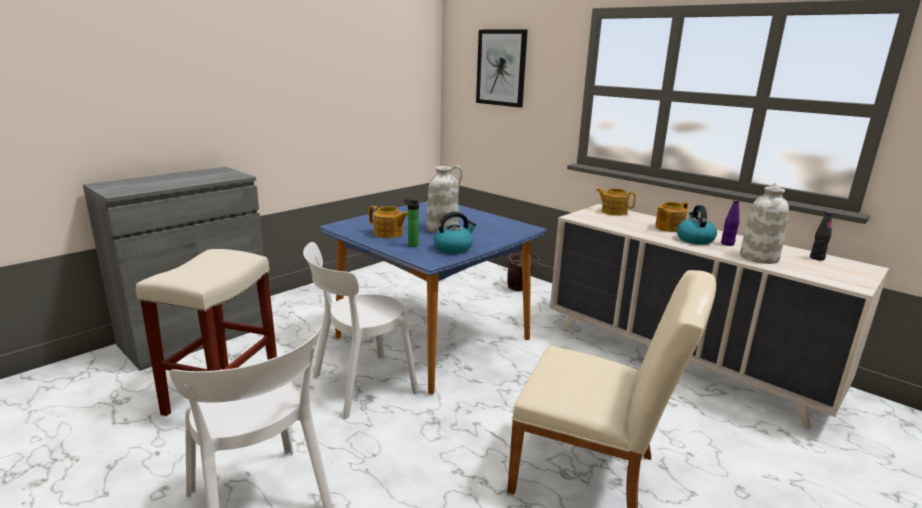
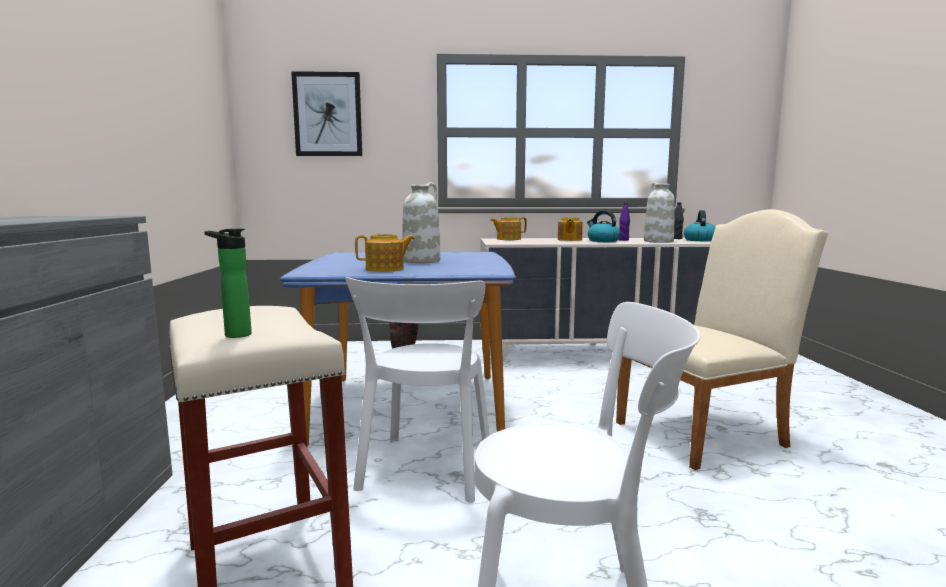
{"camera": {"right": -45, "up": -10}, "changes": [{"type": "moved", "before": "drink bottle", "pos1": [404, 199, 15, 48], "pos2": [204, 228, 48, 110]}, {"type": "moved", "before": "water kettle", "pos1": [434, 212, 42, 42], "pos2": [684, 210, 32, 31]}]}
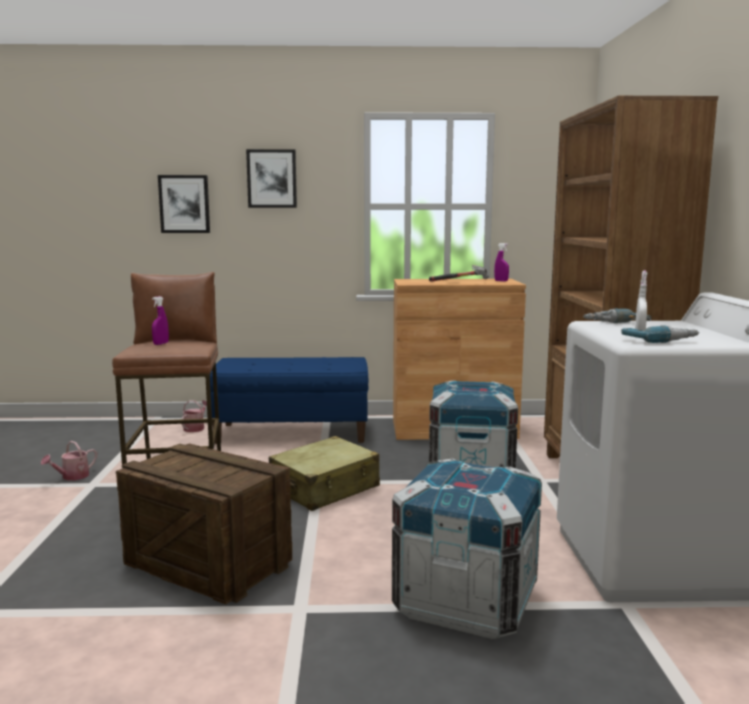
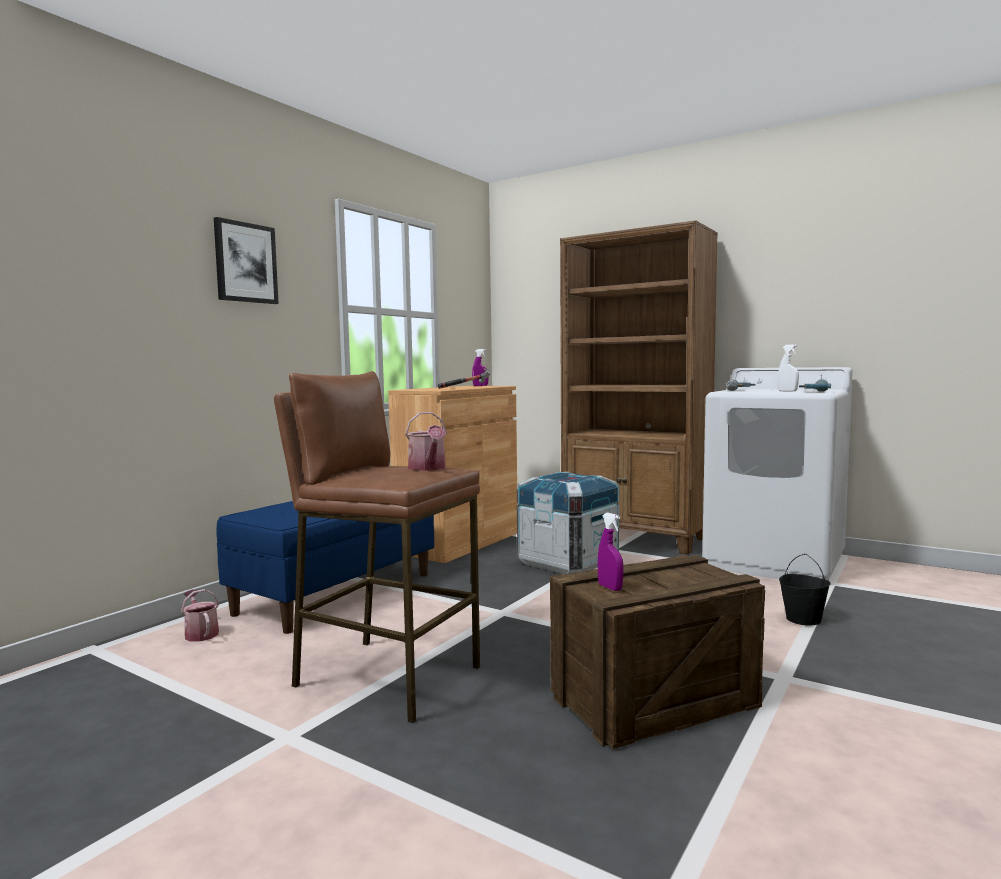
{"camera": {"right": -55, "up": -5}, "changes": [{"type": "removed", "before": "picture", "pos1": [158, 175, 52, 58]}, {"type": "removed", "before": "sand-coloured piece of luggage", "pos1": [269, 436, 111, 75]}, {"type": "moved", "before": "watering can", "pos1": [41, 441, 56, 39], "pos2": [405, 412, 42, 59]}, {"type": "moved", "before": "purple sprayer", "pos1": [152, 296, 17, 49], "pos2": [598, 513, 26, 78]}, {"type": "replaced", "before": "packing crate", "after": "black water bucket", "pos1": [392, 458, 150, 181], "pos2": [779, 554, 52, 71]}]}
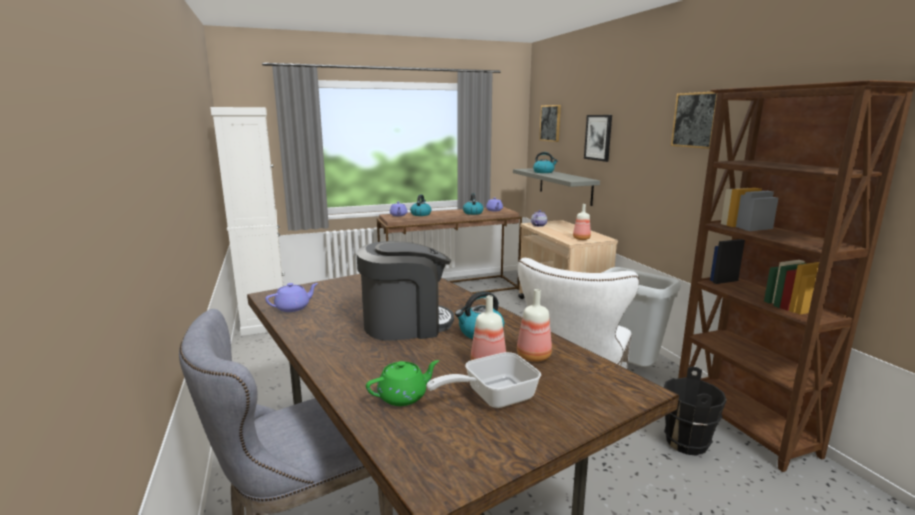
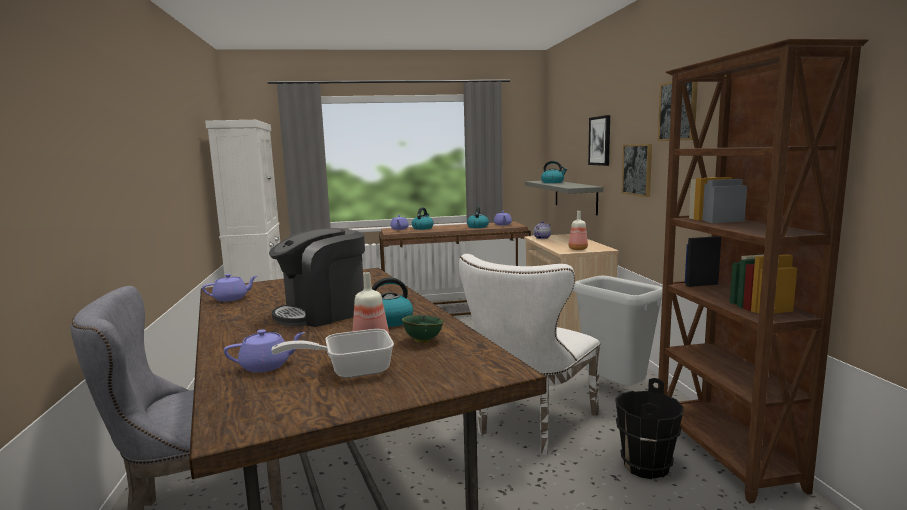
{"camera": {"right": 10, "up": -5}, "changes": [{"type": "moved", "before": "picture", "pos1": [539, 105, 22, 37], "pos2": [622, 144, 30, 53]}, {"type": "replaced", "before": "drink bottle", "after": "green serving bowl", "pos1": [517, 289, 35, 73], "pos2": [402, 315, 42, 28]}, {"type": "recoloured", "before": "green teapot", "after": "purple teapot", "pos1": [366, 360, 73, 46], "pos2": [224, 329, 81, 44]}, {"type": "turned", "before": "coffee brewer", "pos1": [357, 241, 97, 100], "pos2": [269, 228, 96, 99], "turn": 150}]}
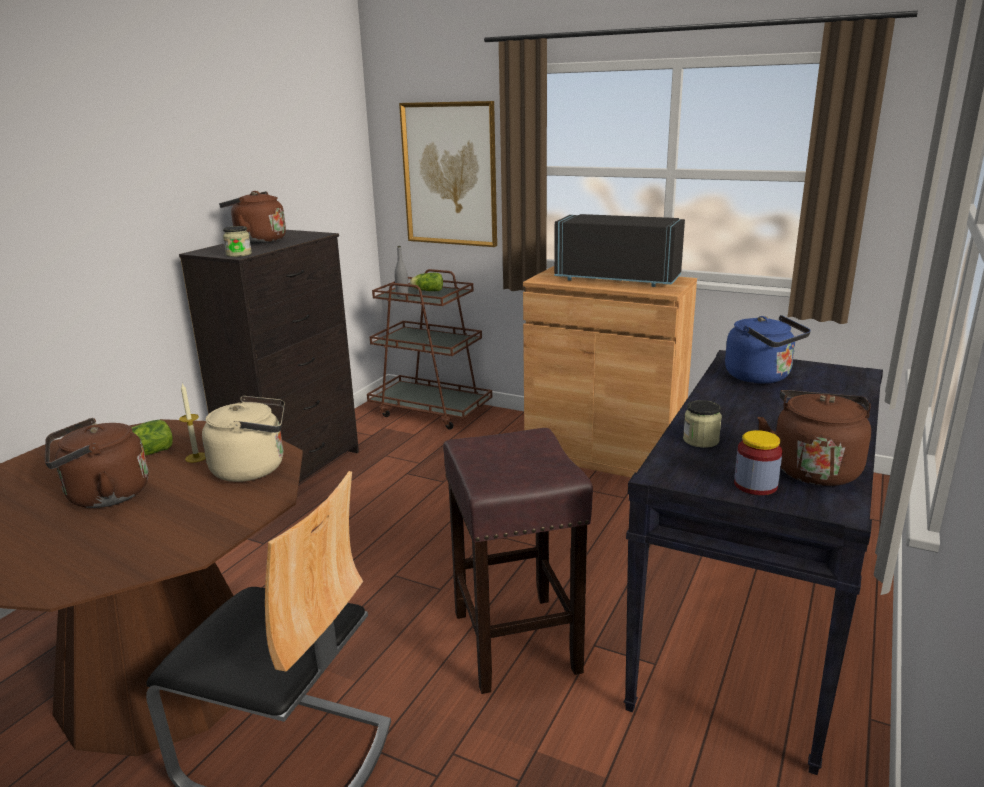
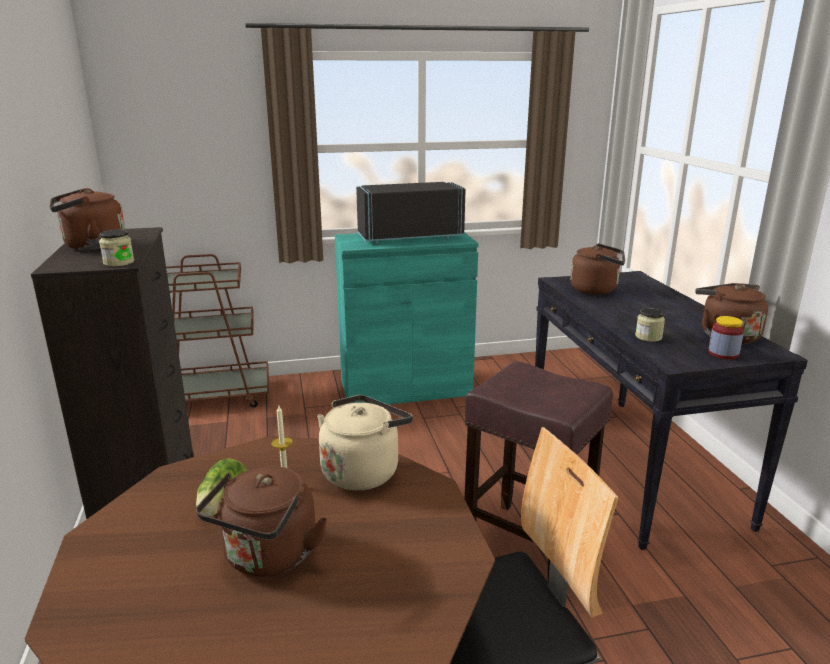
{"camera": {"right": -40, "up": 0}, "changes": [{"type": "removed", "before": "greyish drink bottle", "pos1": [394, 246, 15, 51]}, {"type": "removed", "before": "picture", "pos1": [399, 101, 98, 146]}, {"type": "removed", "before": "lettuce", "pos1": [410, 273, 33, 18]}, {"type": "recoloured", "before": "brownish cabinet", "after": "turquoise cabinet", "pos1": [523, 266, 174, 212], "pos2": [335, 232, 144, 172]}, {"type": "recoloured", "before": "blue water kettle", "after": "brownish water kettle", "pos1": [725, 315, 86, 69], "pos2": [570, 243, 55, 52]}]}
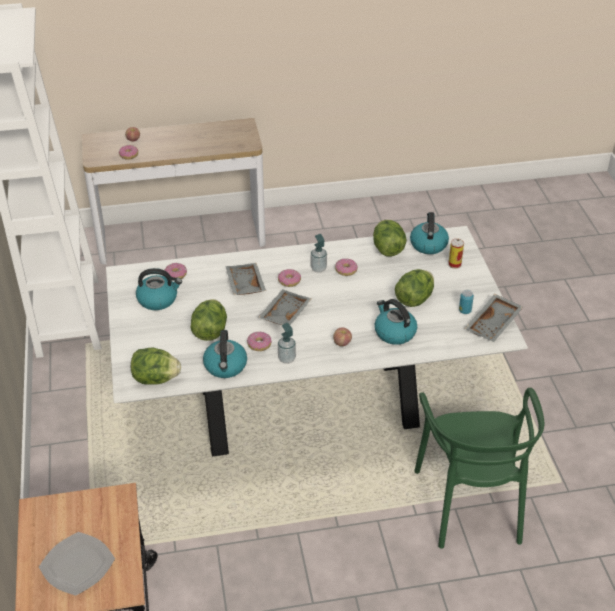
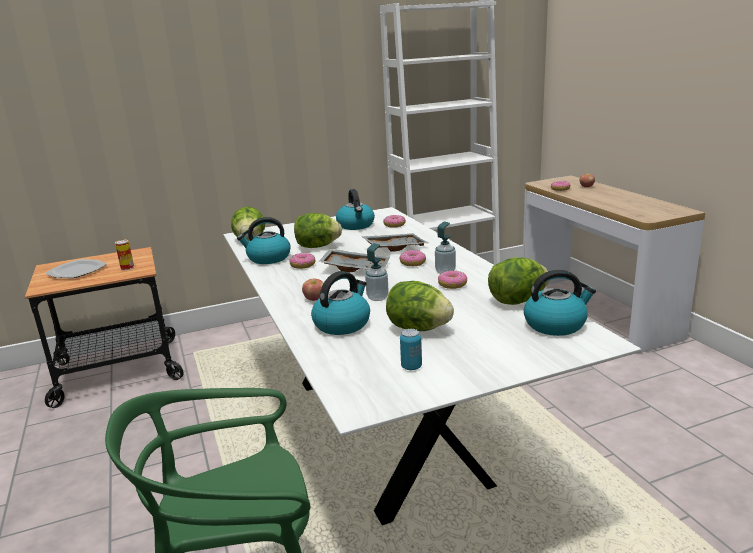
{"camera": {"right": 80, "up": -20}, "changes": [{"type": "removed", "before": "greyish serving tray", "pos1": [465, 294, 58, 48]}, {"type": "moved", "before": "soap dispenser", "pos1": [278, 323, 18, 41], "pos2": [365, 243, 24, 58]}, {"type": "moved", "before": "can", "pos1": [448, 238, 16, 31], "pos2": [115, 240, 19, 30]}]}
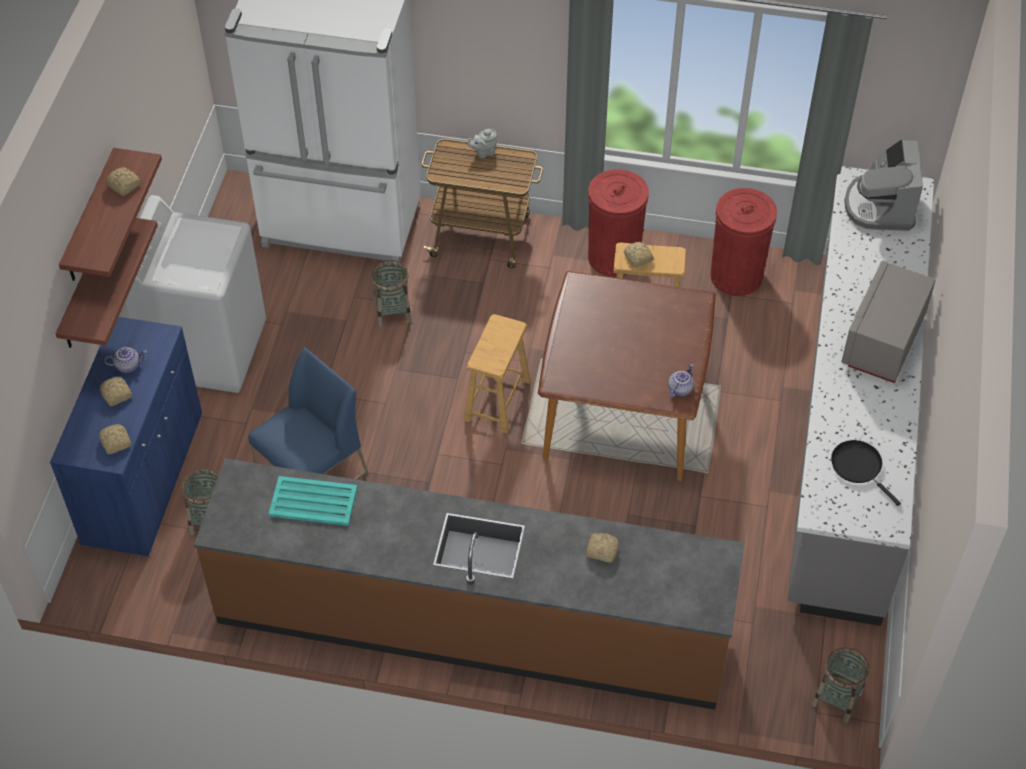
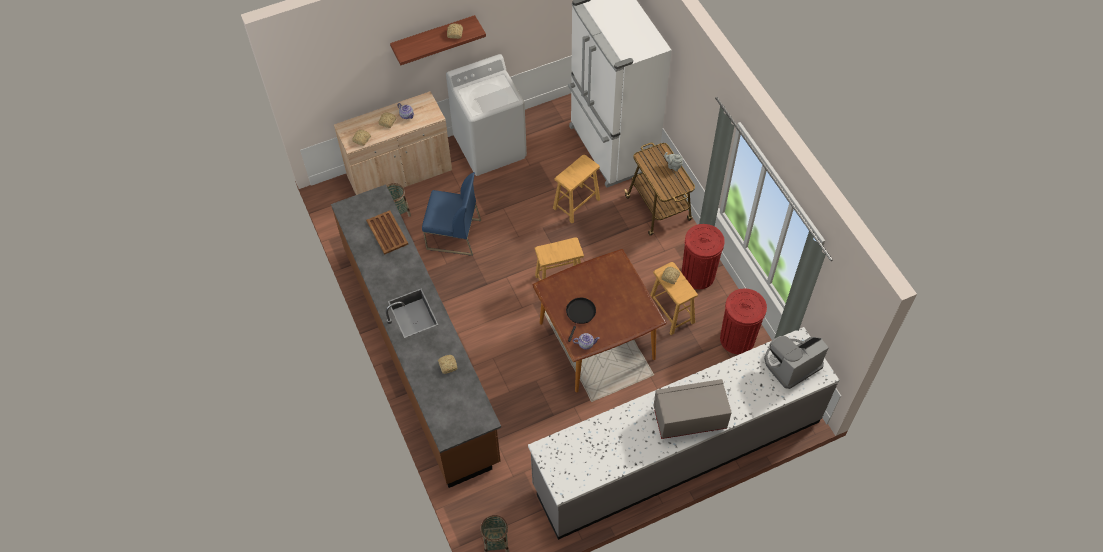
{"camera": {"right": 55, "up": 5}, "changes": [{"type": "removed", "before": "shelf", "pos1": [55, 218, 103, 130]}, {"type": "moved", "before": "black pan", "pos1": [831, 440, 70, 66], "pos2": [566, 298, 30, 44]}, {"type": "replaced", "before": "basket", "after": "brownish stool seat", "pos1": [371, 260, 41, 67], "pos2": [553, 155, 47, 69]}, {"type": "recoloured", "before": "blue cabinet", "after": "sand-coloured cabinet", "pos1": [50, 317, 152, 240], "pos2": [334, 91, 118, 104]}, {"type": "recoloured", "before": "turquoise serving tray", "after": "brownish serving tray", "pos1": [269, 476, 88, 50], "pos2": [366, 210, 42, 45]}]}
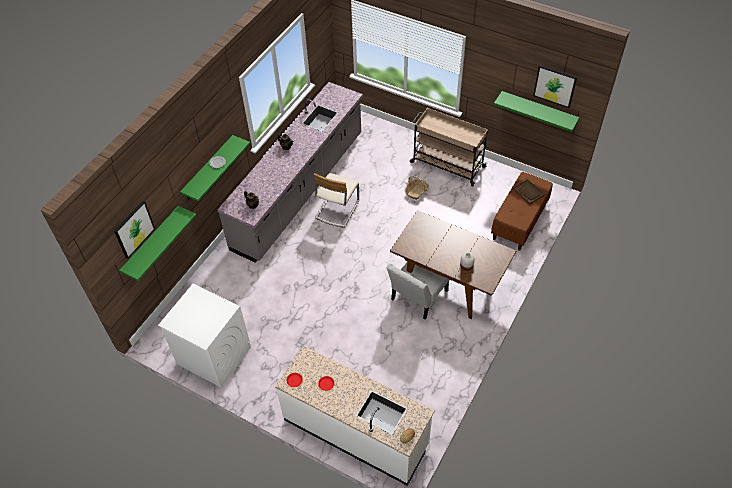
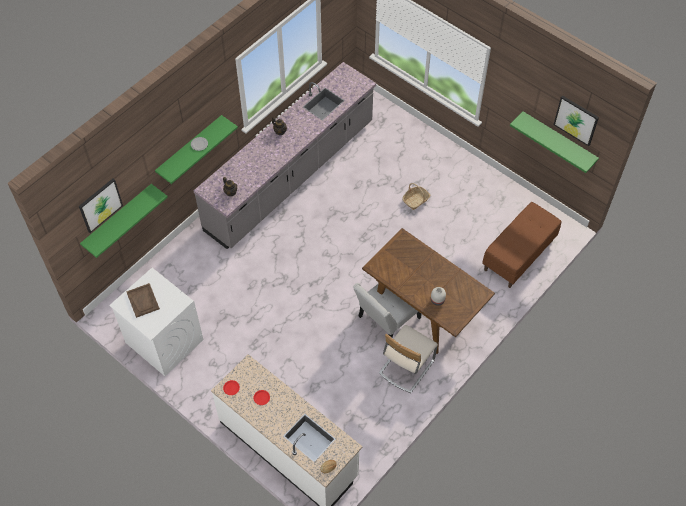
{"camera": {"right": 10, "up": 5}, "changes": [{"type": "removed", "before": "sand-coloured cart", "pos1": [410, 108, 78, 79]}, {"type": "moved", "before": "sand-coloured upright chair", "pos1": [314, 173, 45, 55], "pos2": [379, 325, 59, 68]}, {"type": "moved", "before": "brownish serving tray", "pos1": [512, 179, 33, 26], "pos2": [126, 283, 34, 35]}]}
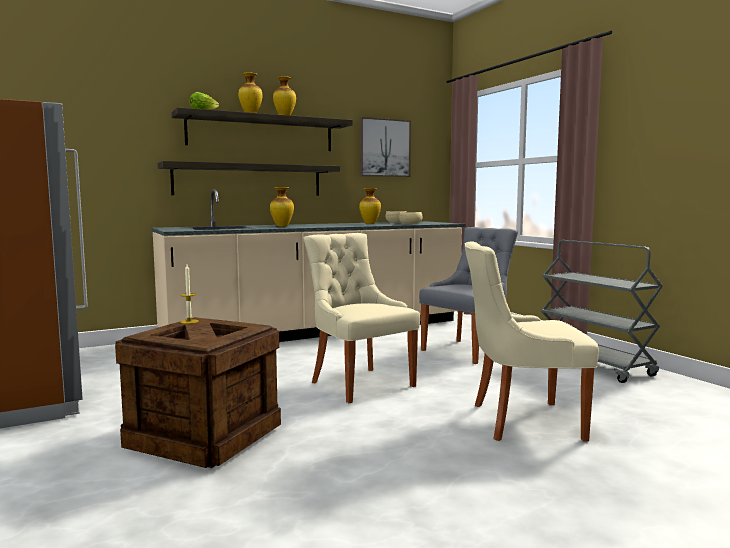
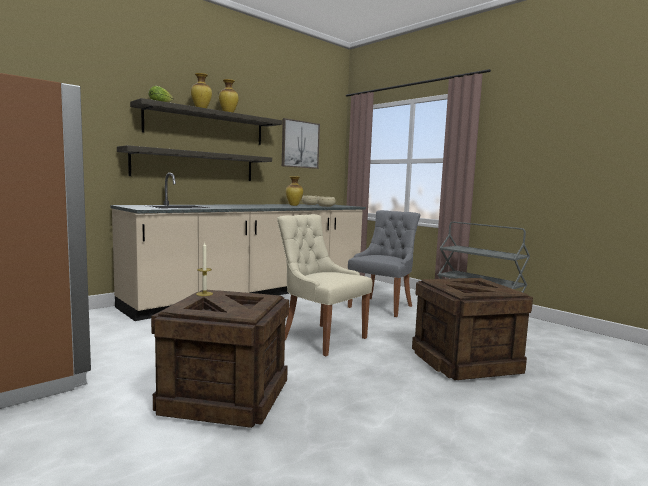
{"camera": {"right": -15, "up": 0}, "changes": [{"type": "removed", "before": "flower vase", "pos1": [270, 187, 24, 40]}, {"type": "replaced", "before": "sand-coloured upright chair", "after": "packing crate", "pos1": [464, 241, 135, 200], "pos2": [412, 278, 121, 102]}]}
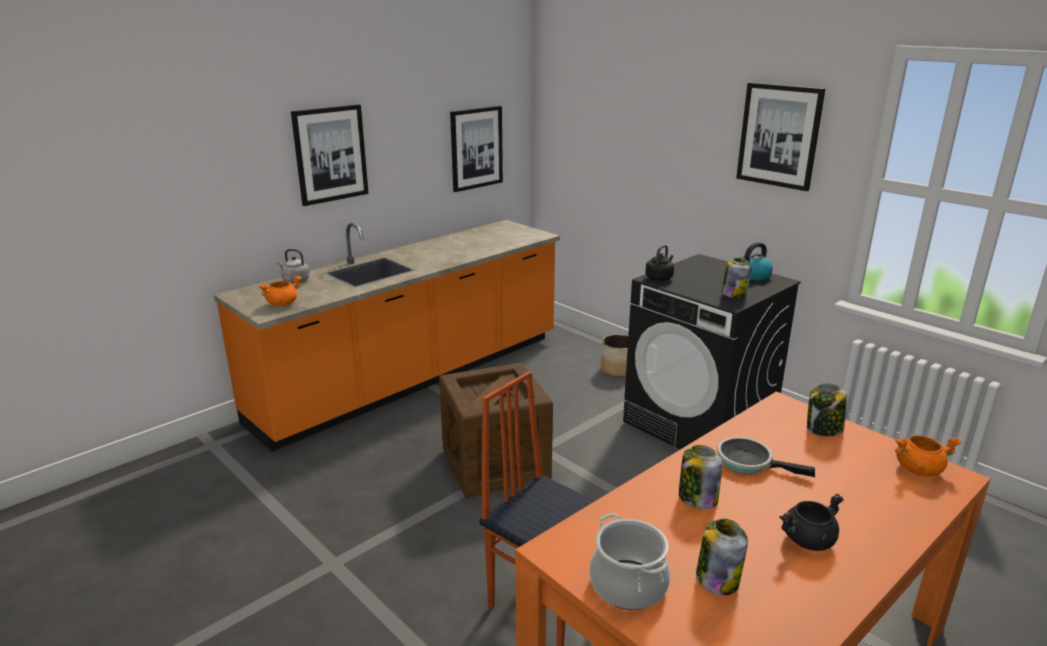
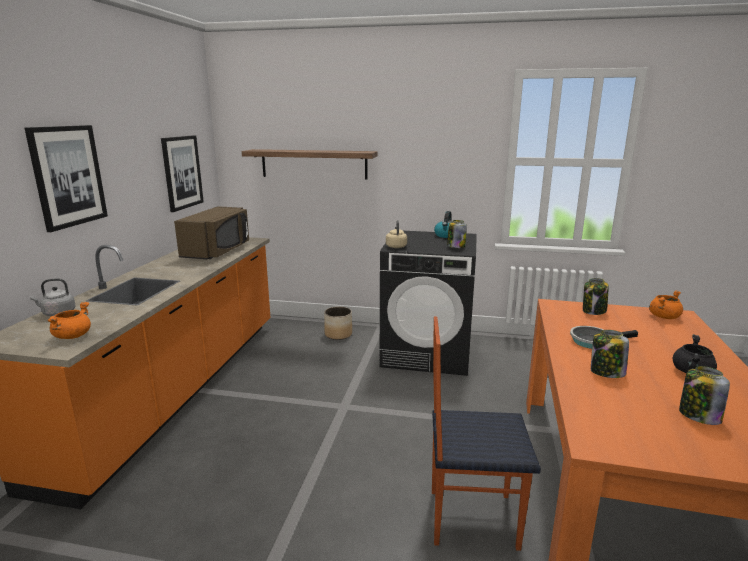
{"camera": {"right": -35, "up": -5}, "changes": [{"type": "removed", "before": "packing crate", "pos1": [439, 362, 114, 136]}, {"type": "removed", "before": "saucepot", "pos1": [589, 513, 81, 97]}, {"type": "removed", "before": "picture", "pos1": [736, 82, 89, 109]}, {"type": "added", "after": "brownish microwave", "pos2": [174, 206, 75, 53]}, {"type": "added", "after": "shelf", "pos2": [242, 149, 136, 31]}, {"type": "recoloured", "before": "black water kettle", "after": "sand-coloured water kettle", "pos1": [645, 245, 29, 36], "pos2": [386, 220, 21, 28]}]}
